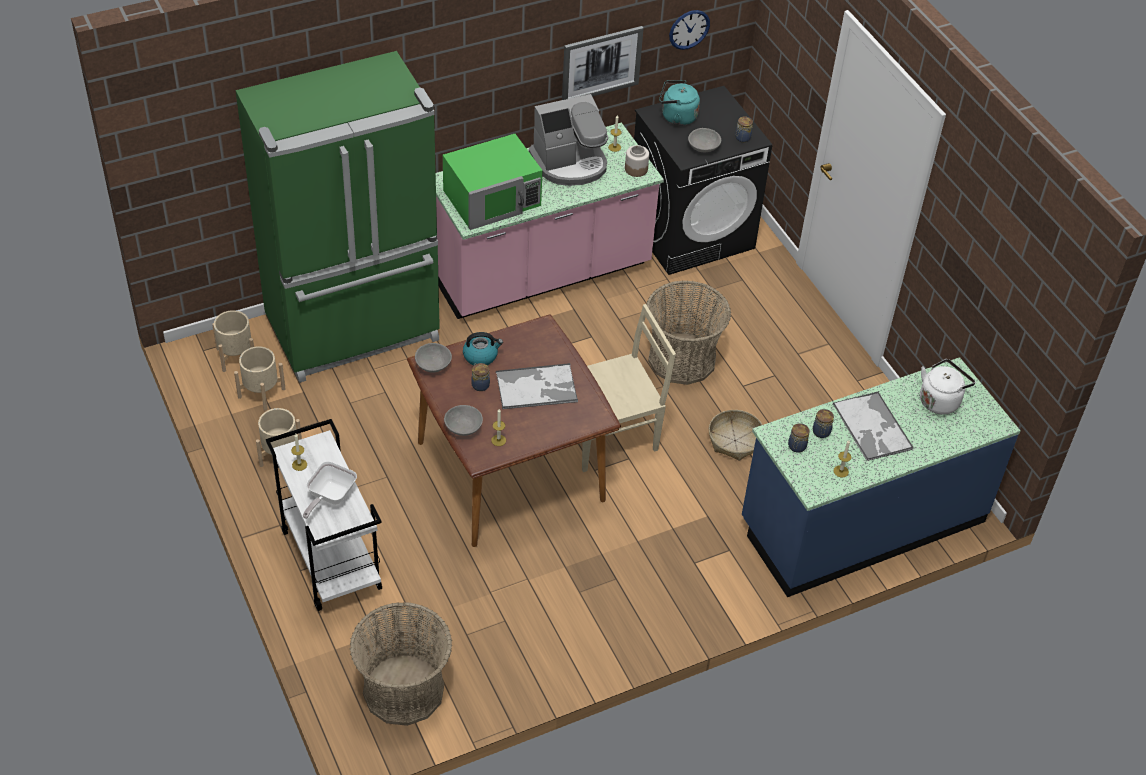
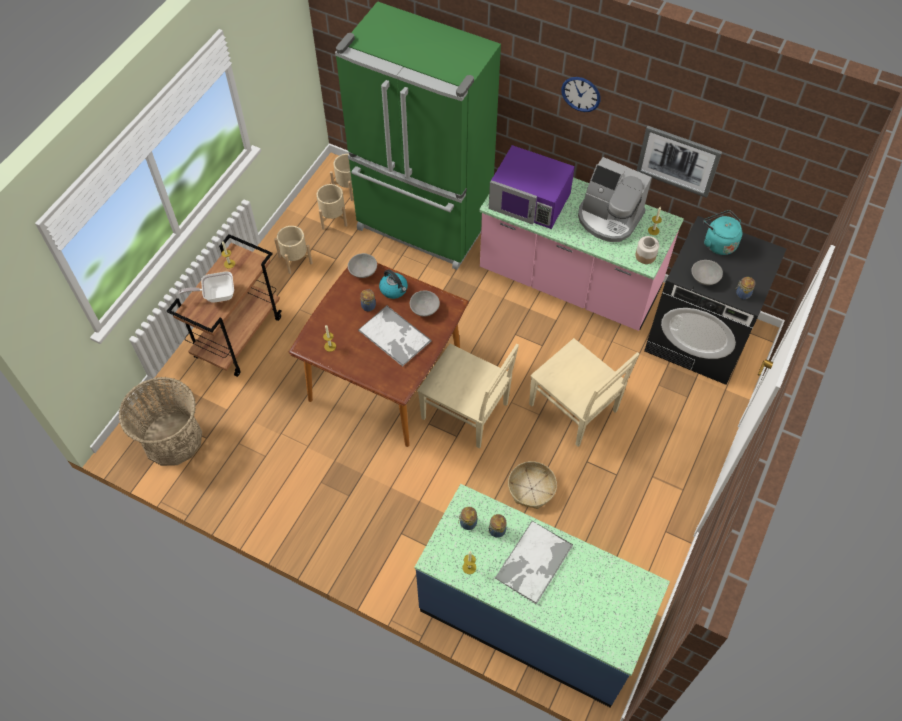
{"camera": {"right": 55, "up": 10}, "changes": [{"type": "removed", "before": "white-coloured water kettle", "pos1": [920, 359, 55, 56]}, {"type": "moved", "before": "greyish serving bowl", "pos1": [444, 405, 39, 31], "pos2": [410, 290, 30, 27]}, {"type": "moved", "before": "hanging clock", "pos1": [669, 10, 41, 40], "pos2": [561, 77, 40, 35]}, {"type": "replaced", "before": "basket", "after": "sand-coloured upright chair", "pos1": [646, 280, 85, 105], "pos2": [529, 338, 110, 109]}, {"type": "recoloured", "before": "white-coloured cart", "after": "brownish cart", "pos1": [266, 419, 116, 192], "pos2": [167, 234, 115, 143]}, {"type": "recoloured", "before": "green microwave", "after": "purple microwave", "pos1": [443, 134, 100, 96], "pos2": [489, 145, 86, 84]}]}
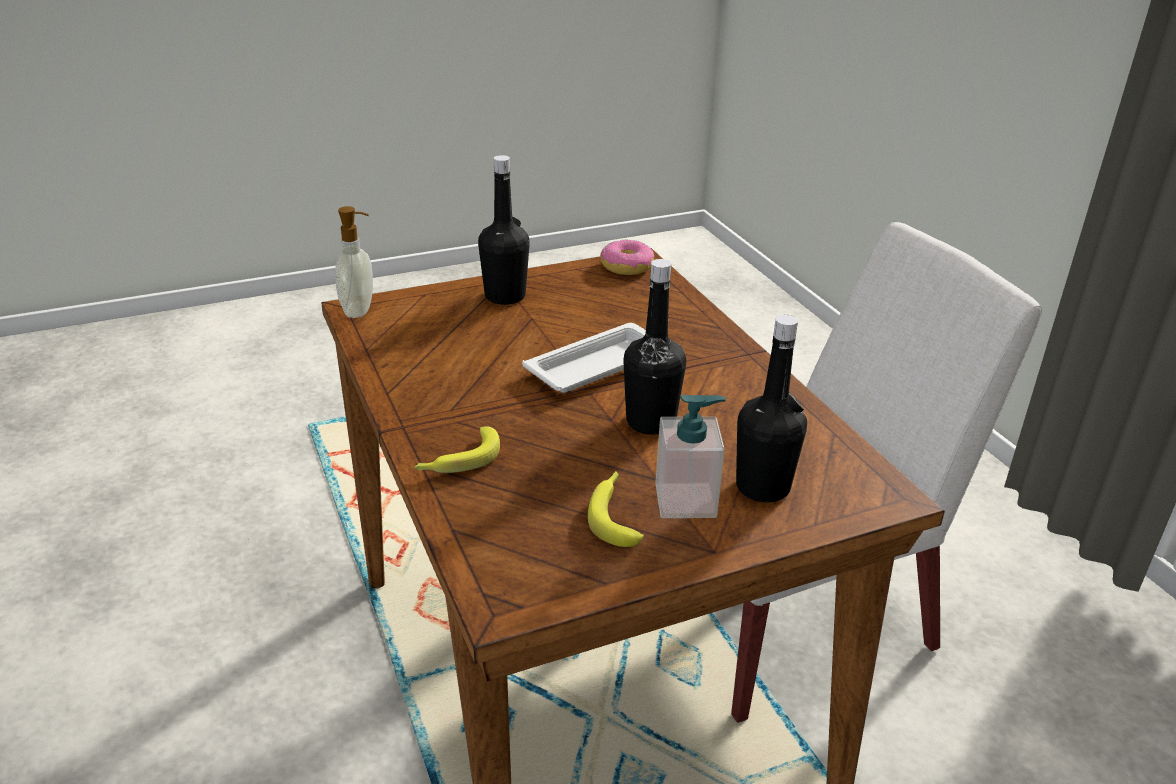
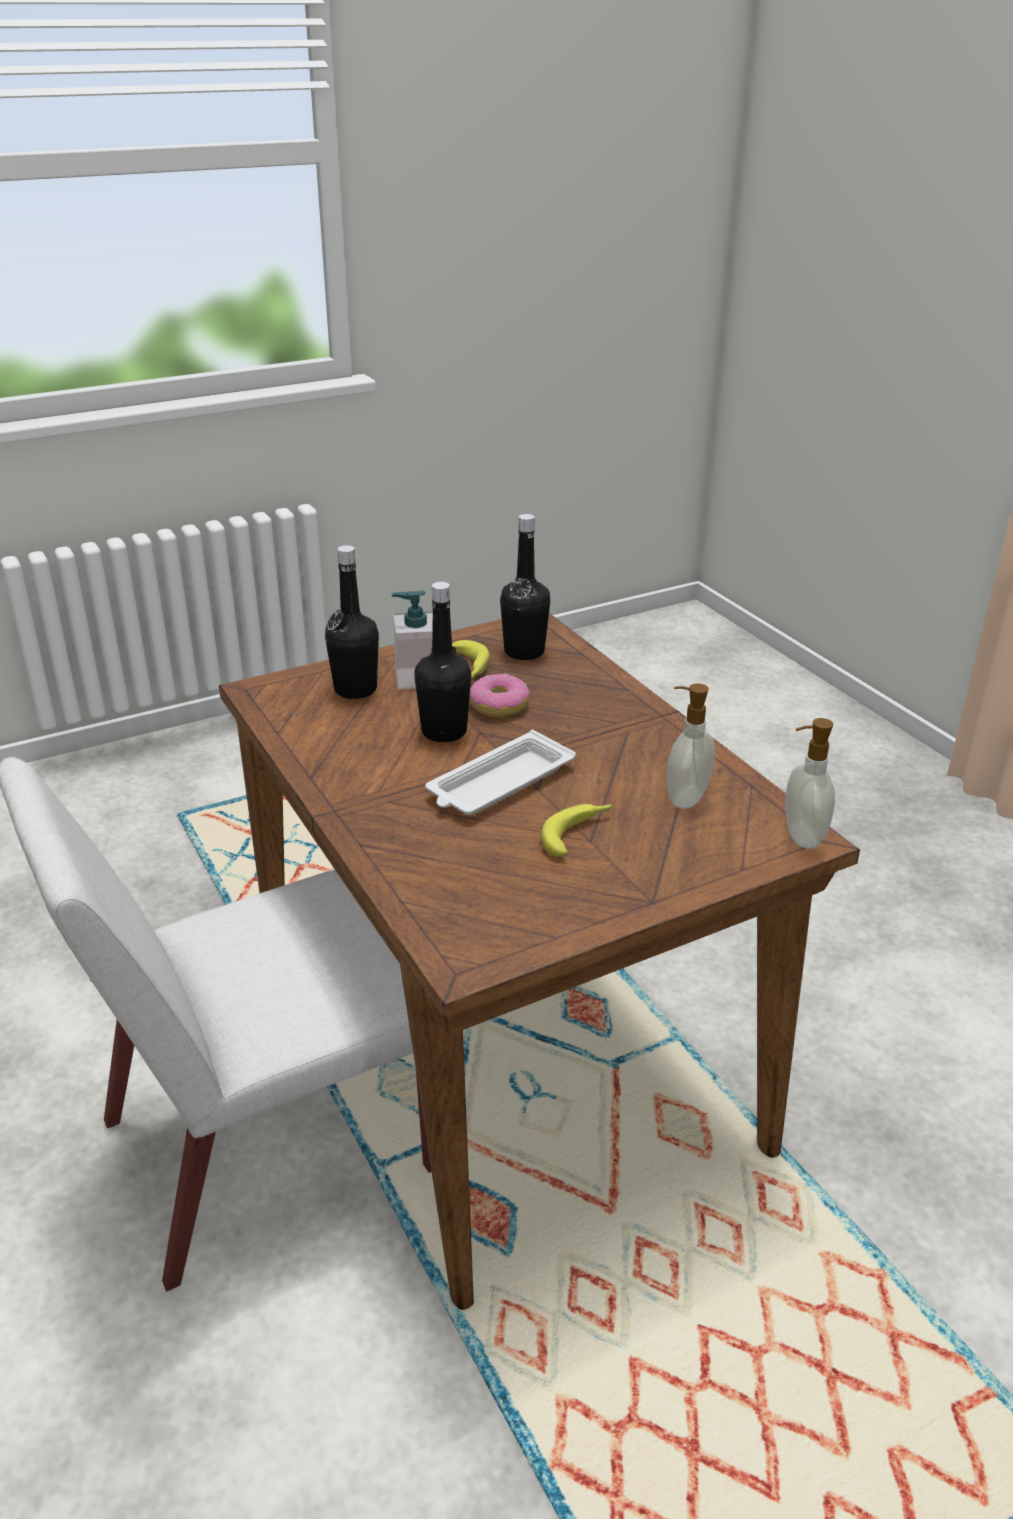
{"camera": {"right": 175, "up": 0}, "changes": [{"type": "added", "after": "soap dispenser", "pos2": [667, 683, 48, 126]}, {"type": "moved", "before": "banana", "pos1": [414, 426, 86, 47], "pos2": [541, 804, 71, 53]}, {"type": "moved", "before": "black drink bottle", "pos1": [478, 155, 52, 150], "pos2": [500, 514, 51, 146]}, {"type": "moved", "before": "donut", "pos1": [600, 239, 54, 36], "pos2": [469, 673, 61, 44]}]}
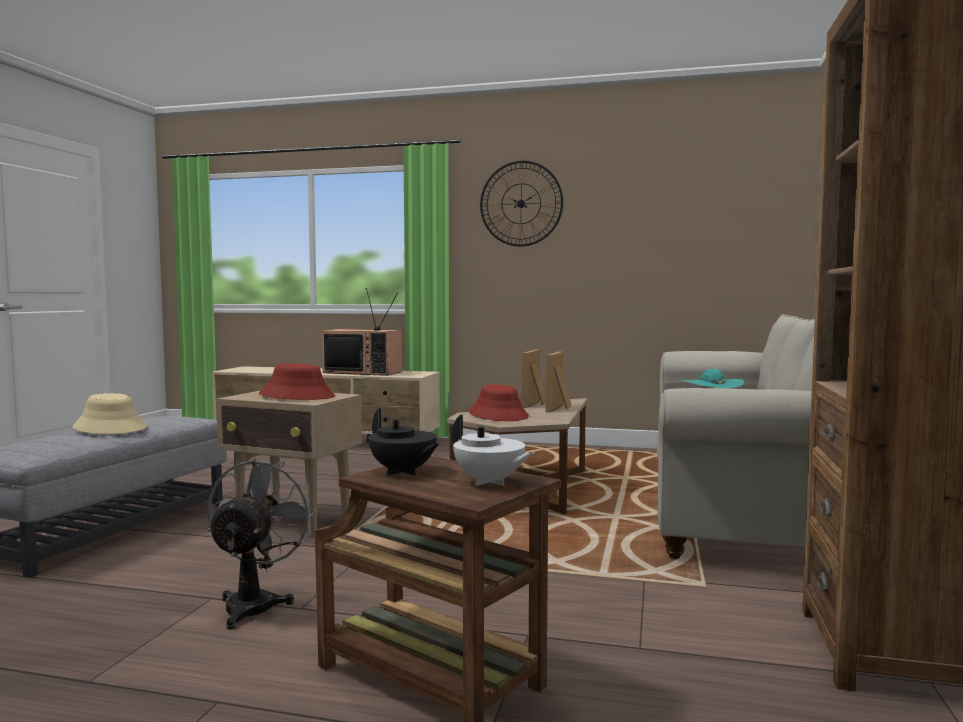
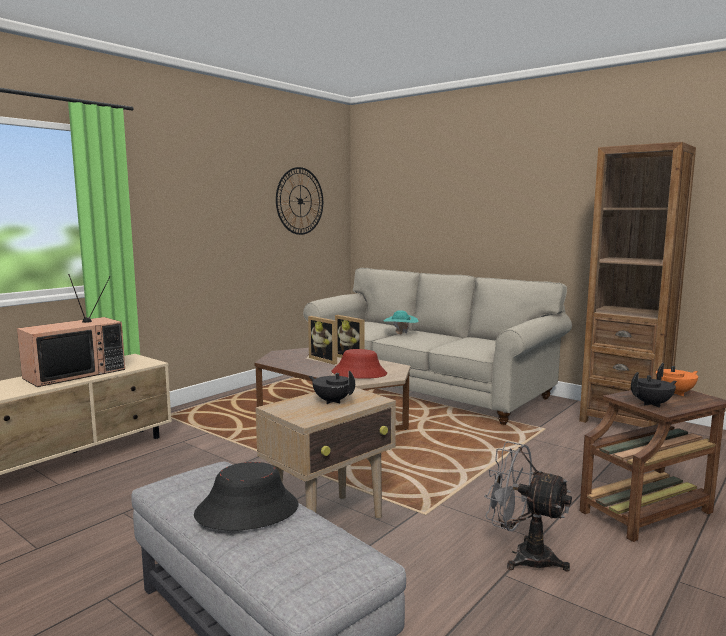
{"camera": {"right": -65, "up": 5}, "changes": [{"type": "moved", "before": "hanging clock", "pos1": [480, 161, 83, 86], "pos2": [276, 167, 47, 68]}, {"type": "replaced", "before": "red-coloured clothing hat", "after": "black teapot", "pos1": [259, 363, 76, 37], "pos2": [309, 371, 46, 33]}, {"type": "recoloured", "before": "sand-coloured clothing hat", "after": "black clothing hat", "pos1": [73, 393, 74, 41], "pos2": [194, 462, 105, 68]}, {"type": "recoloured", "before": "white-coloured teapot", "after": "orange-coloured teapot", "pos1": [452, 415, 82, 71], "pos2": [656, 363, 42, 33]}]}
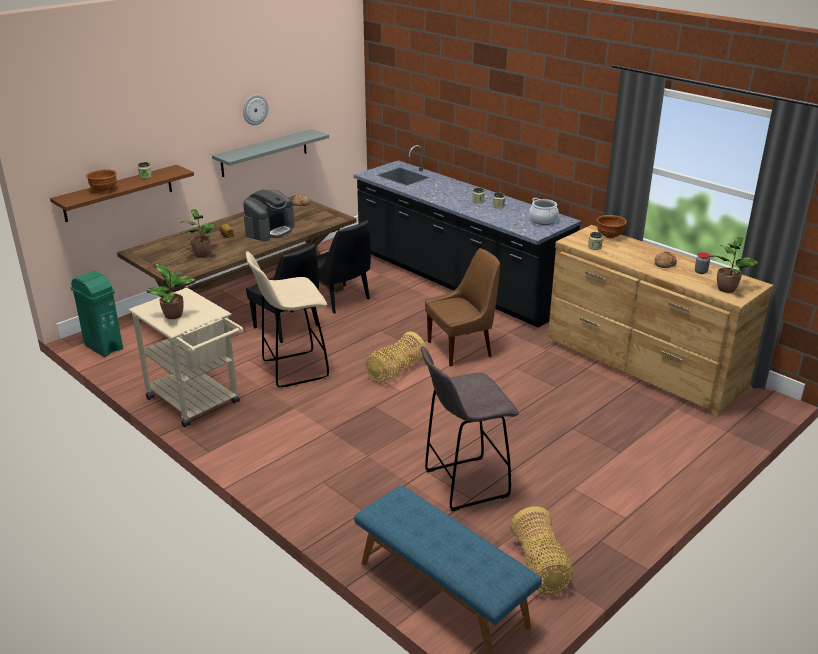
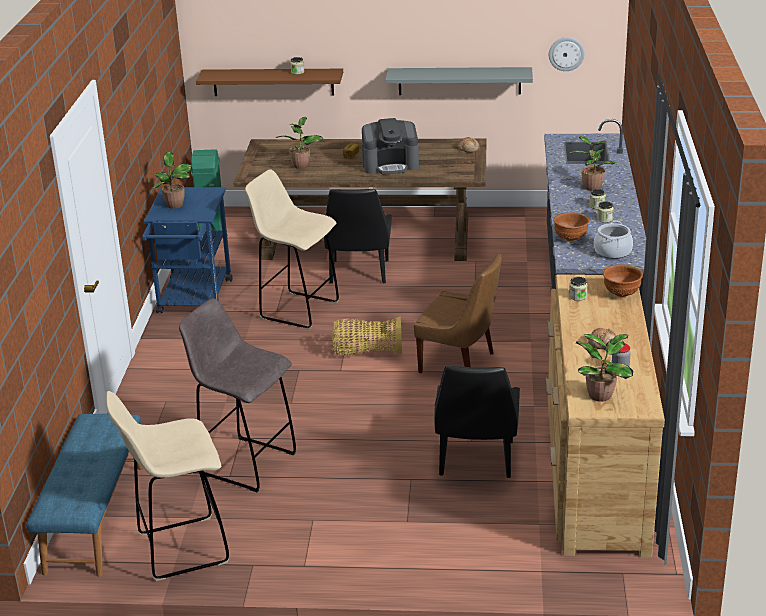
{"camera": {"right": 50, "up": 0}, "changes": [{"type": "added", "after": "potted plant", "pos2": [570, 136, 46, 55]}, {"type": "moved", "before": "brownish serving bowl", "pos1": [86, 170, 31, 22], "pos2": [553, 212, 36, 29]}, {"type": "moved", "before": "hanging clock", "pos1": [243, 94, 25, 31], "pos2": [549, 37, 36, 34]}, {"type": "moved", "before": "black upright chair", "pos1": [317, 220, 54, 94], "pos2": [434, 366, 86, 112]}, {"type": "replaced", "before": "basket", "after": "sand-coloured stool seat", "pos1": [510, 506, 63, 88], "pos2": [106, 391, 123, 190]}, {"type": "recoloured", "before": "sand-coloured cart", "after": "blue cart", "pos1": [128, 288, 116, 139], "pos2": [142, 187, 91, 126]}]}
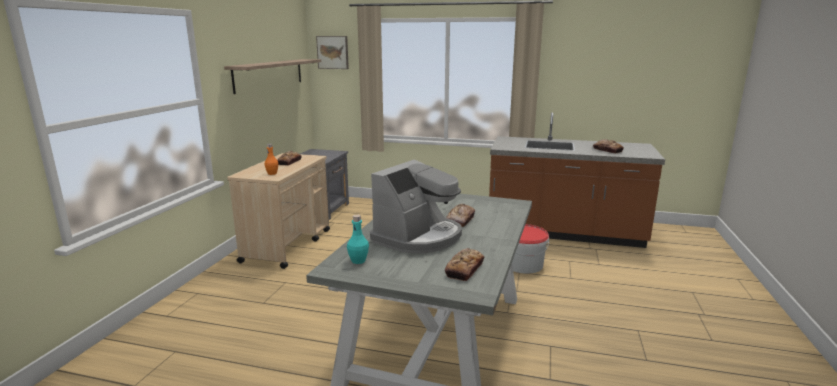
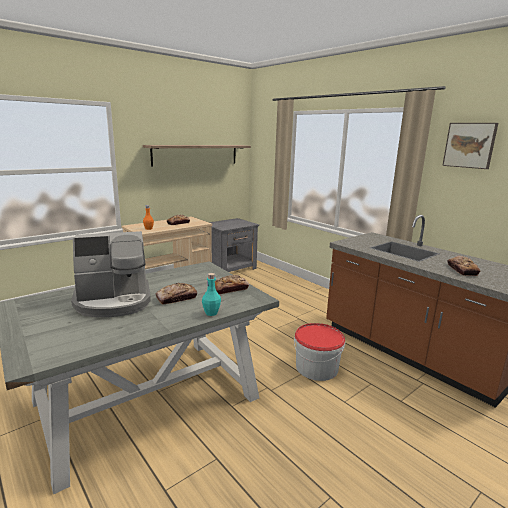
{"camera": {"right": 35, "up": 0}, "changes": [{"type": "moved", "before": "picture", "pos1": [316, 36, 33, 33], "pos2": [442, 123, 56, 46]}, {"type": "moved", "before": "turquoise drink bottle", "pos1": [347, 215, 22, 49], "pos2": [202, 273, 19, 43]}, {"type": "moved", "before": "bakery bread", "pos1": [445, 248, 39, 33], "pos2": [215, 275, 34, 19]}]}
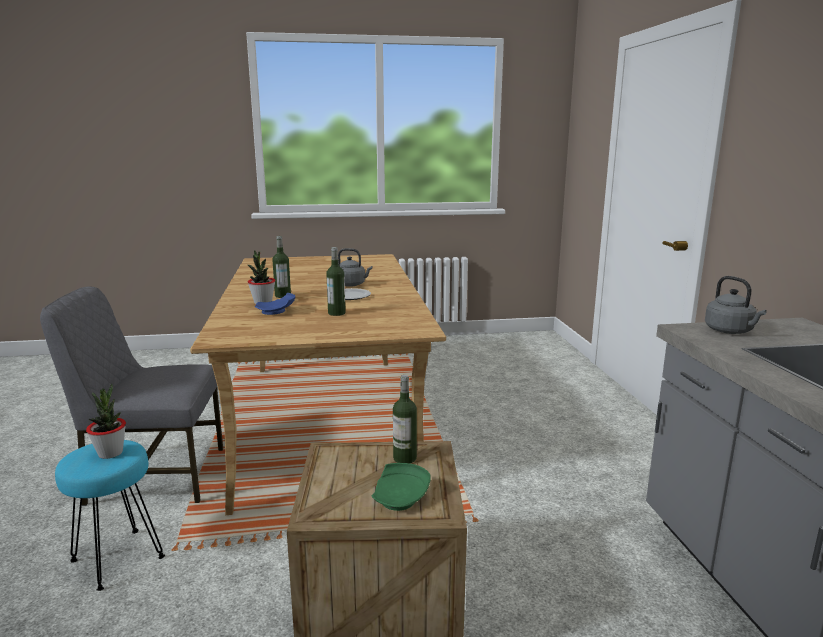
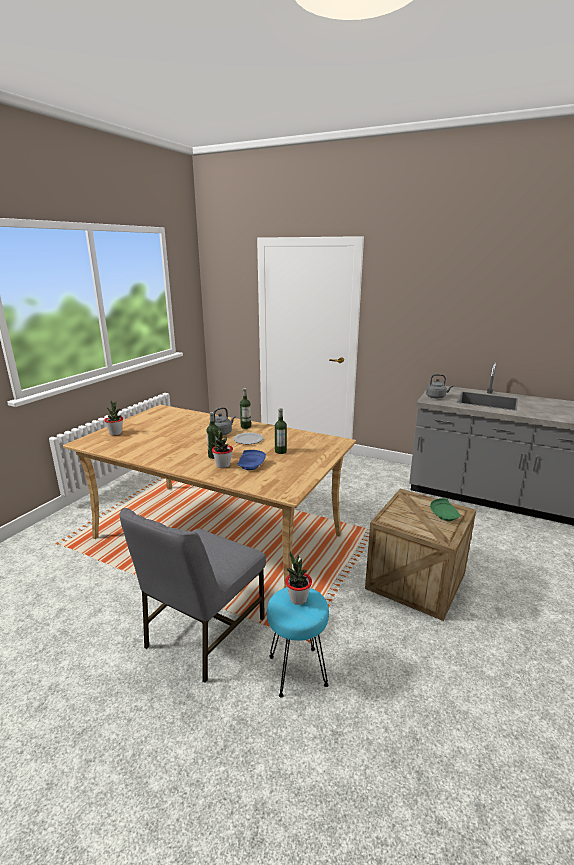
{"camera": {"right": -55, "up": 5}, "changes": [{"type": "added", "after": "potted plant", "pos2": [104, 401, 19, 34]}, {"type": "moved", "before": "drink bottle", "pos1": [393, 375, 24, 88], "pos2": [240, 388, 11, 41]}]}
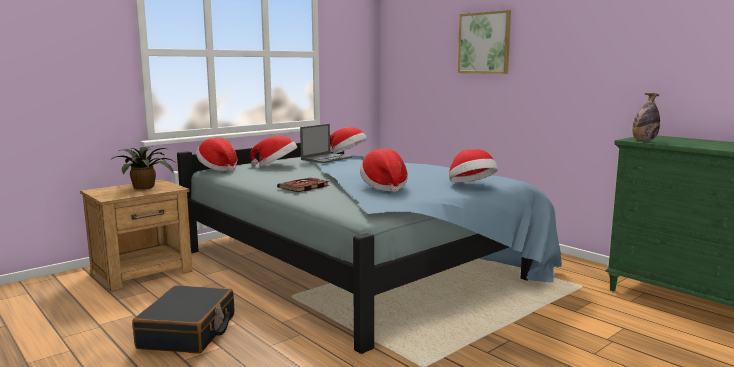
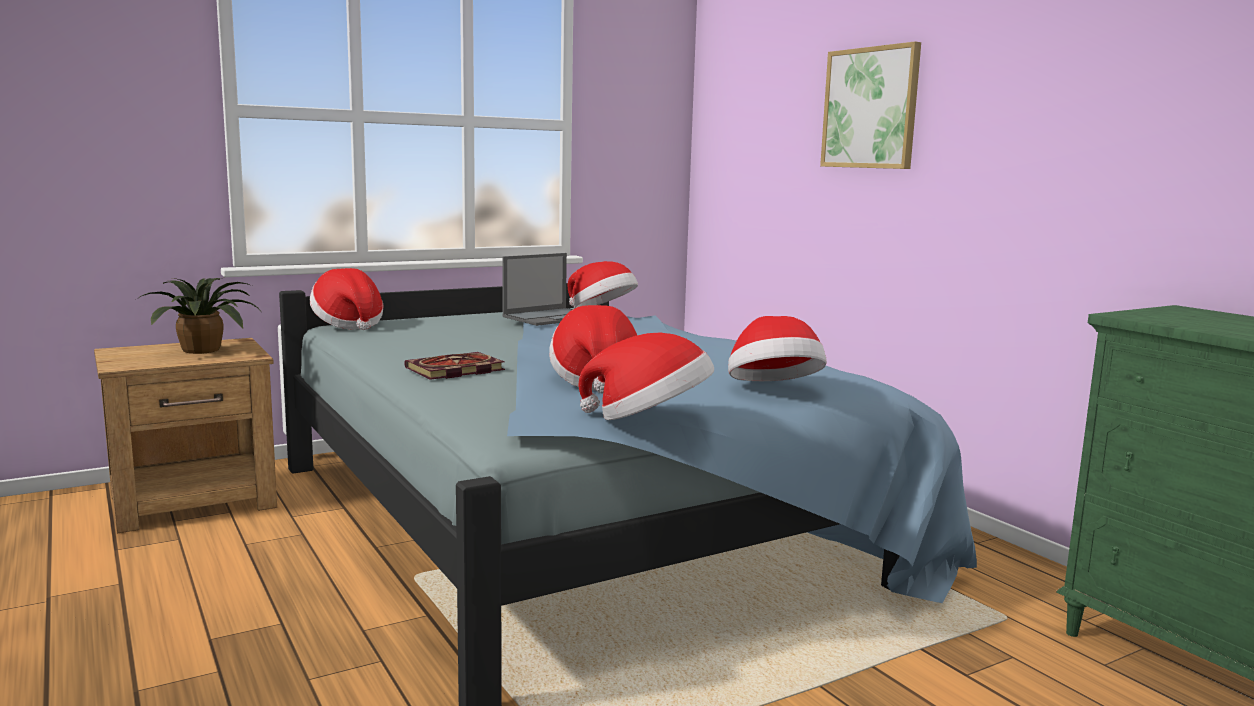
{"camera": {"right": 10, "up": 0}, "changes": [{"type": "removed", "before": "black piece of luggage", "pos1": [132, 285, 102, 69]}, {"type": "removed", "before": "drink bottle", "pos1": [632, 93, 28, 48]}, {"type": "moved", "before": "clothing hat", "pos1": [250, 136, 47, 31], "pos2": [579, 332, 135, 88]}]}
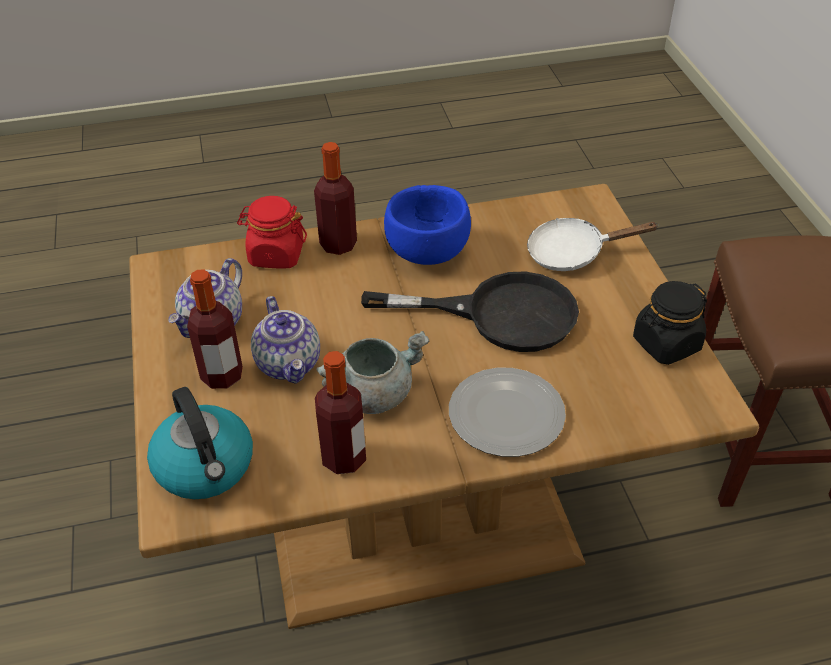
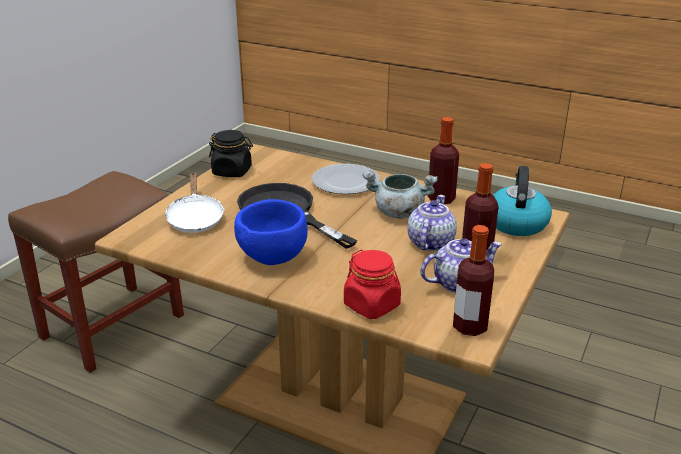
{"camera": {"right": -140, "up": -15}, "changes": [{"type": "moved", "before": "drink bottle", "pos1": [314, 142, 43, 113], "pos2": [453, 225, 41, 111]}, {"type": "turned", "before": "white-coloured pan", "pos1": [527, 218, 132, 53], "pos2": [164, 172, 61, 61], "turn": 45}]}
